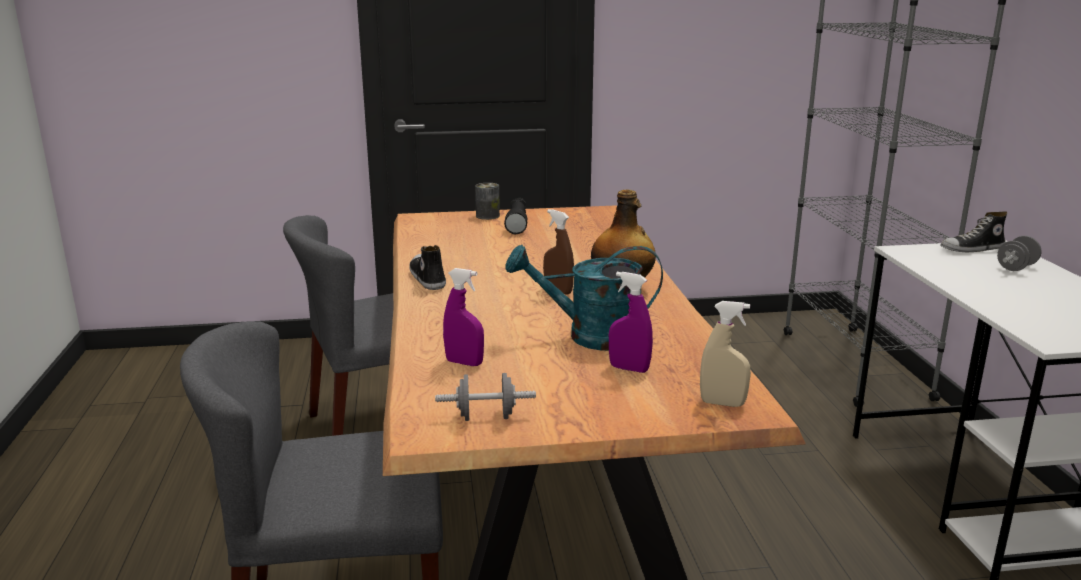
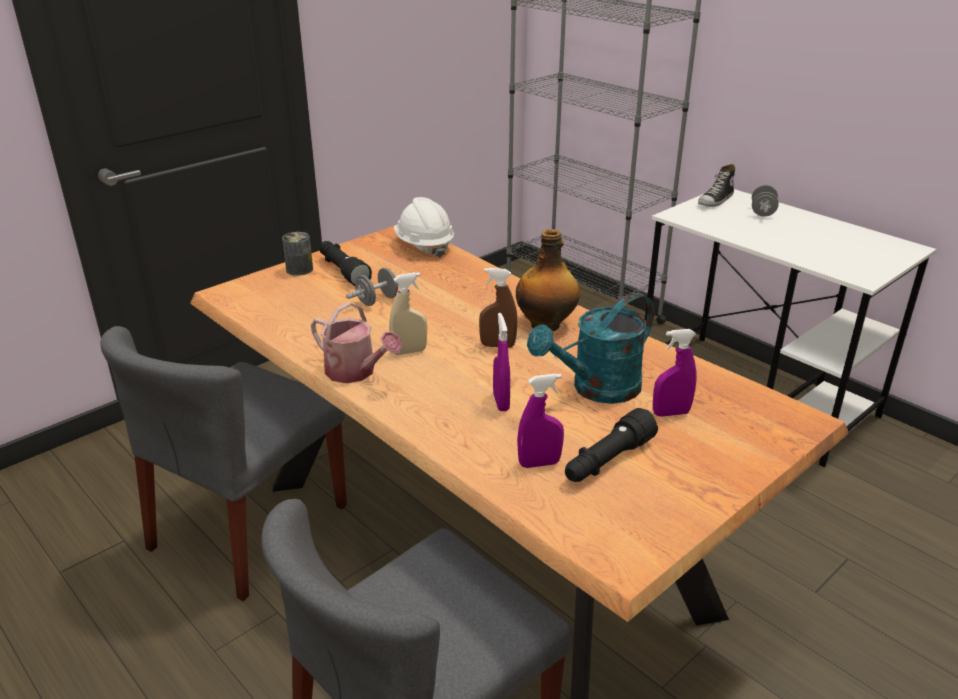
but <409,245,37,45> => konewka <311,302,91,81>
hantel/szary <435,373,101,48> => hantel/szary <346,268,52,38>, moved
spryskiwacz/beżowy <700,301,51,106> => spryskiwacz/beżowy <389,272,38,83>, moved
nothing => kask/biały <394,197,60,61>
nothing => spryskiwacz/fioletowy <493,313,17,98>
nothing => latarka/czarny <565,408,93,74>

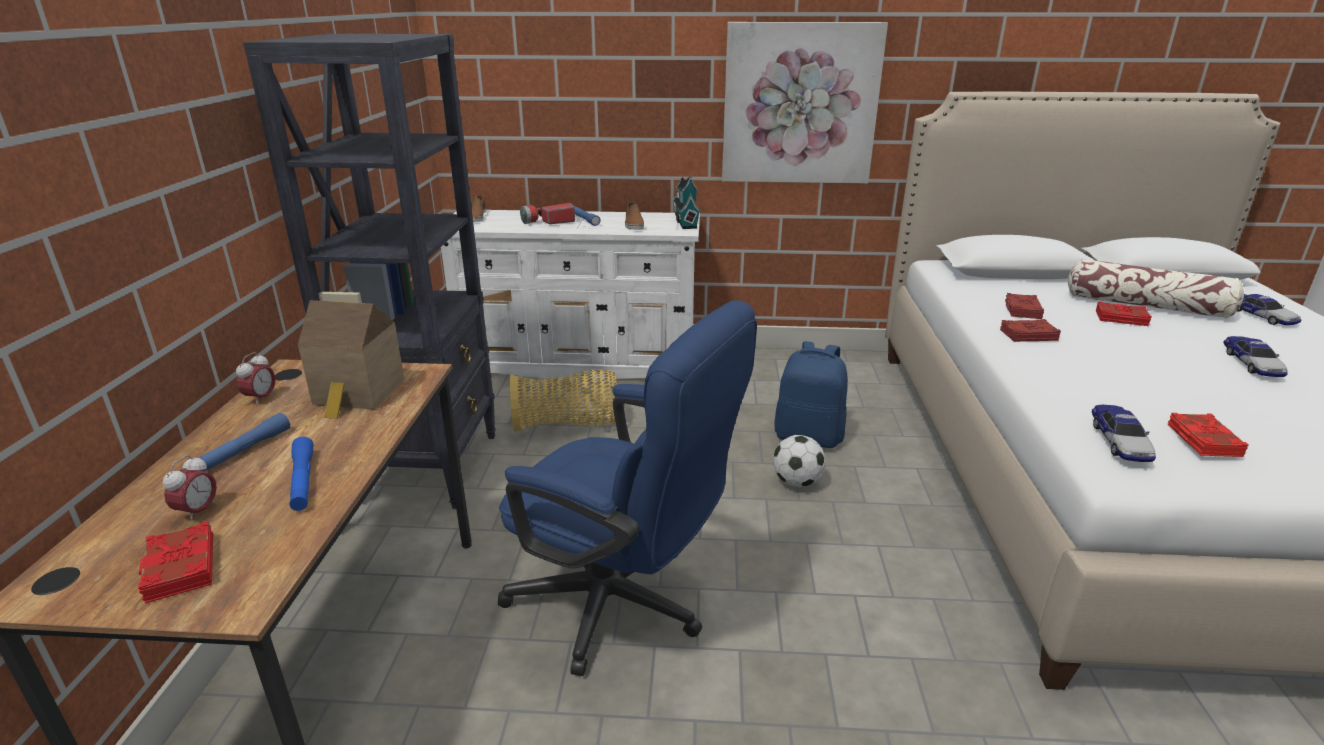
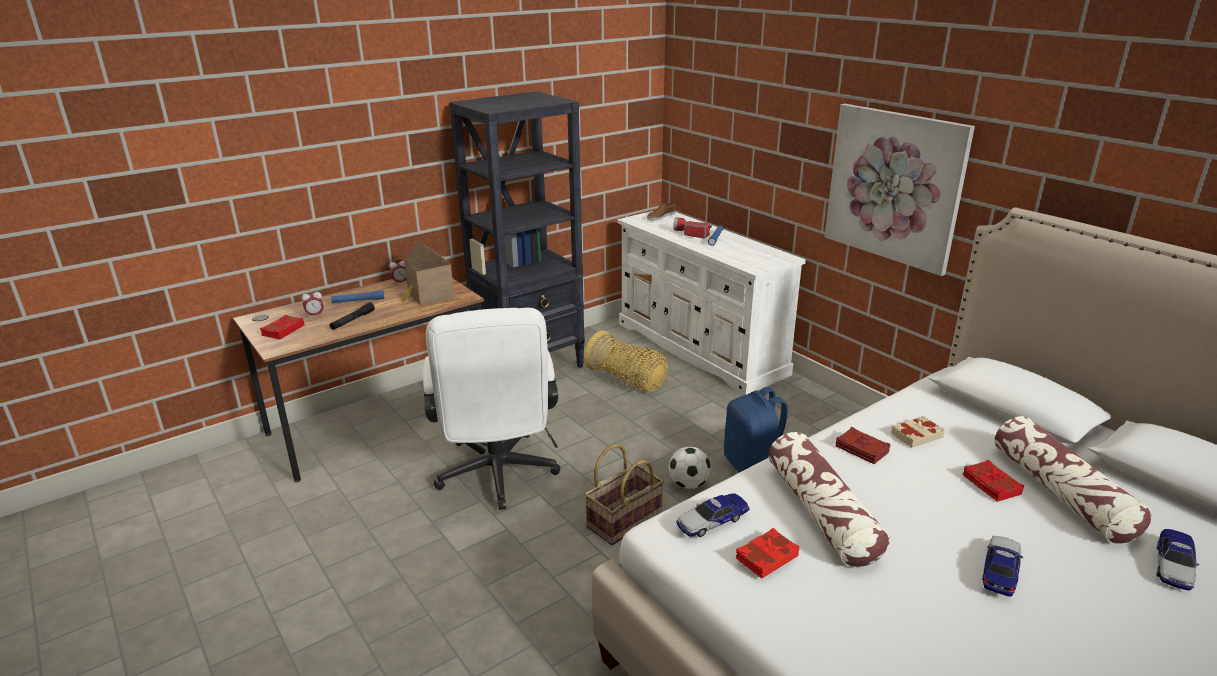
latarka/niebieski <289,437,24,74> => latarka/czarny <330,302,45,28>
krzesło biurowe/niebieski <498,300,259,376> => krzesło biurowe/biały <423,308,137,202>
but/brązowy <625,202,19,28> => nothing
domek <672,176,29,53> => nothing
książka/czerwony <1005,293,39,26> => książka/beżowy <891,415,54,33>
samochodzik <1224,336,64,41> => samochodzik <982,536,41,61>, 150 degrees clockwise
nothing => koszyk <585,444,79,101>
nothing => poduszka <768,432,122,135>

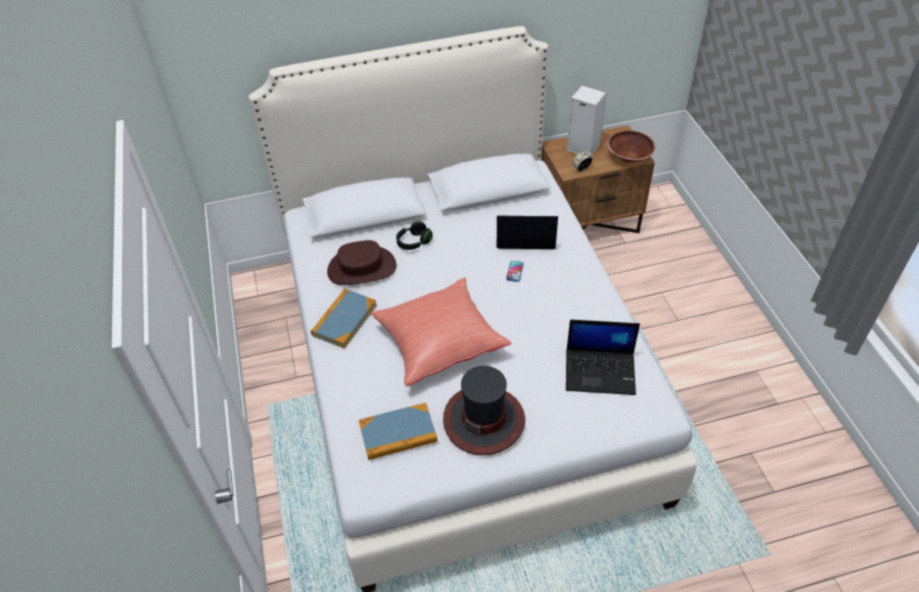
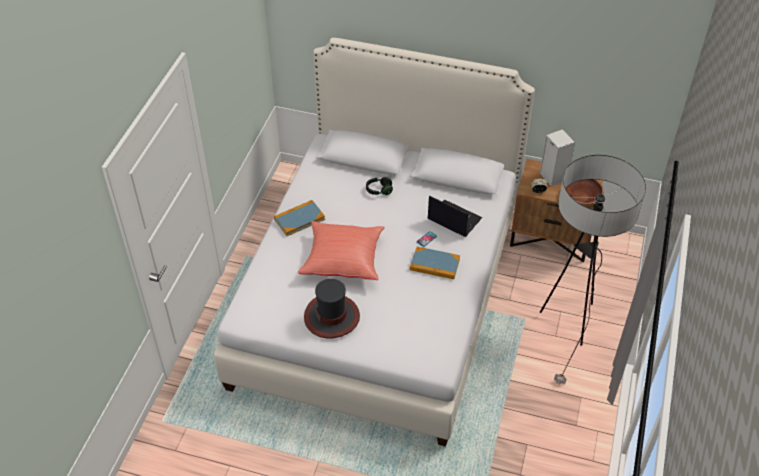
kapelusz/brązowy <327,240,69,45> => nothing
książka <359,403,79,57> => książka <410,247,50,32>, moved
laptop <566,319,74,76> => nothing
nothing => lampa stojąca <540,155,106,230>

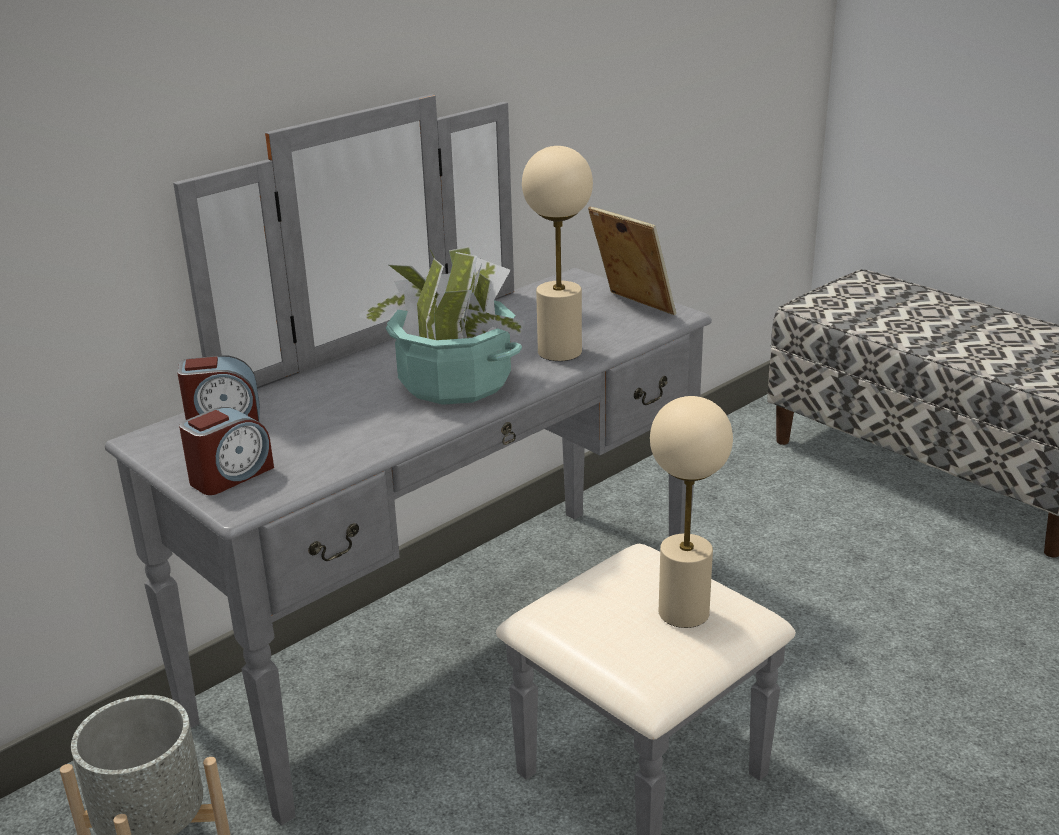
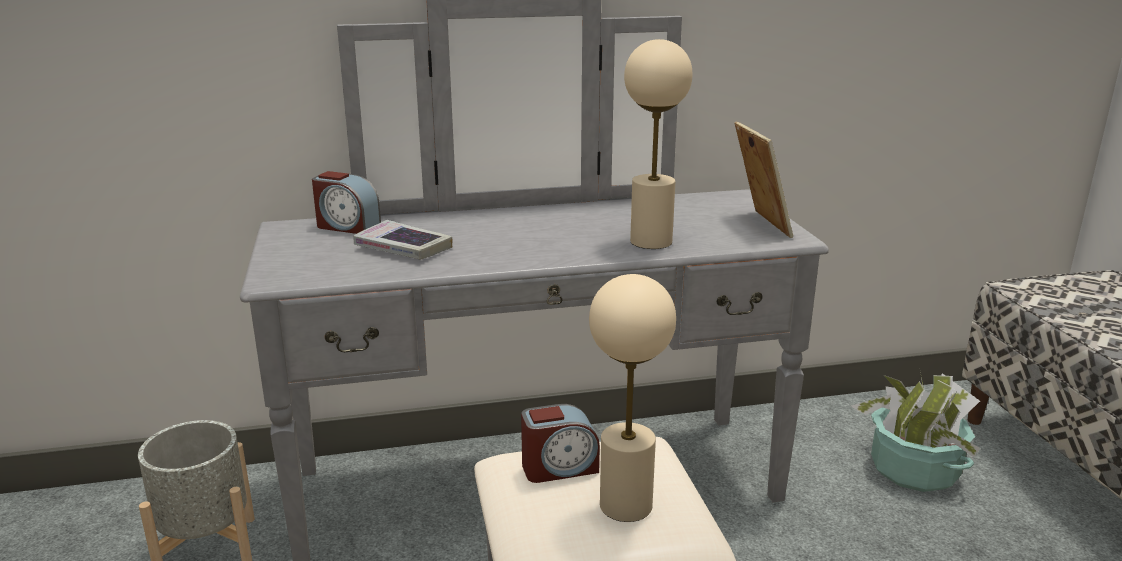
budzik <179,407,95,88> => budzik <521,404,79,79>, moved
roślina doniczkowa <356,246,169,159> => roślina doniczkowa <851,372,129,120>, moved
nothing => książka <353,220,99,40>

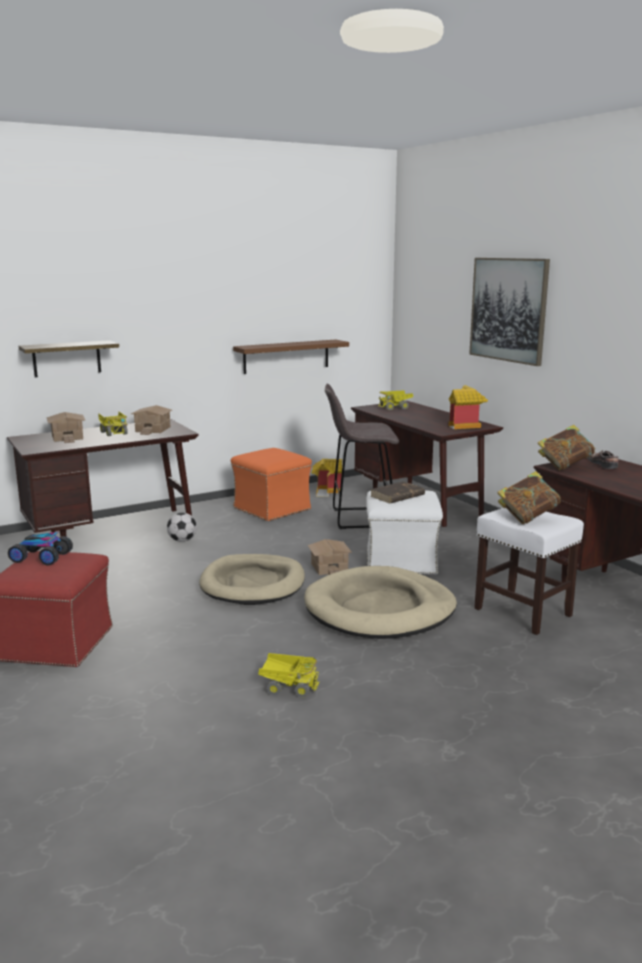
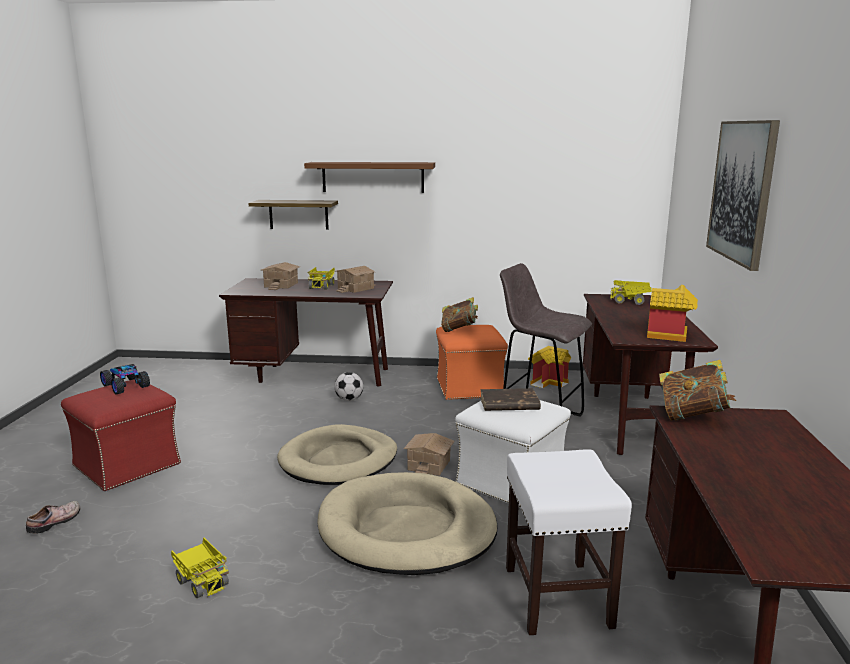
półka/brązowy <233,340,116,34> => półka/brązowy <304,162,131,31>, moved
książka <498,471,63,53> => książka <441,297,37,35>, moved
but <588,450,30,19> => but <26,501,54,33>, moved

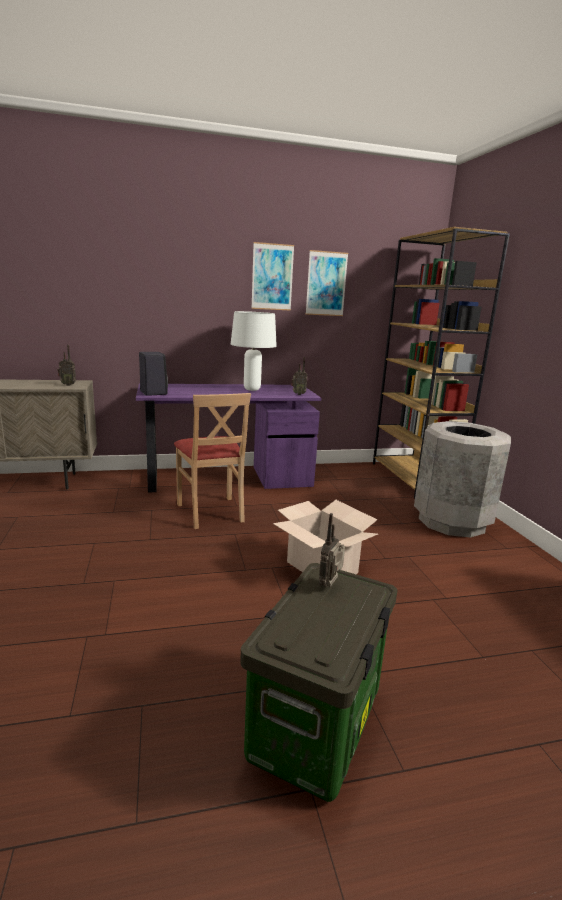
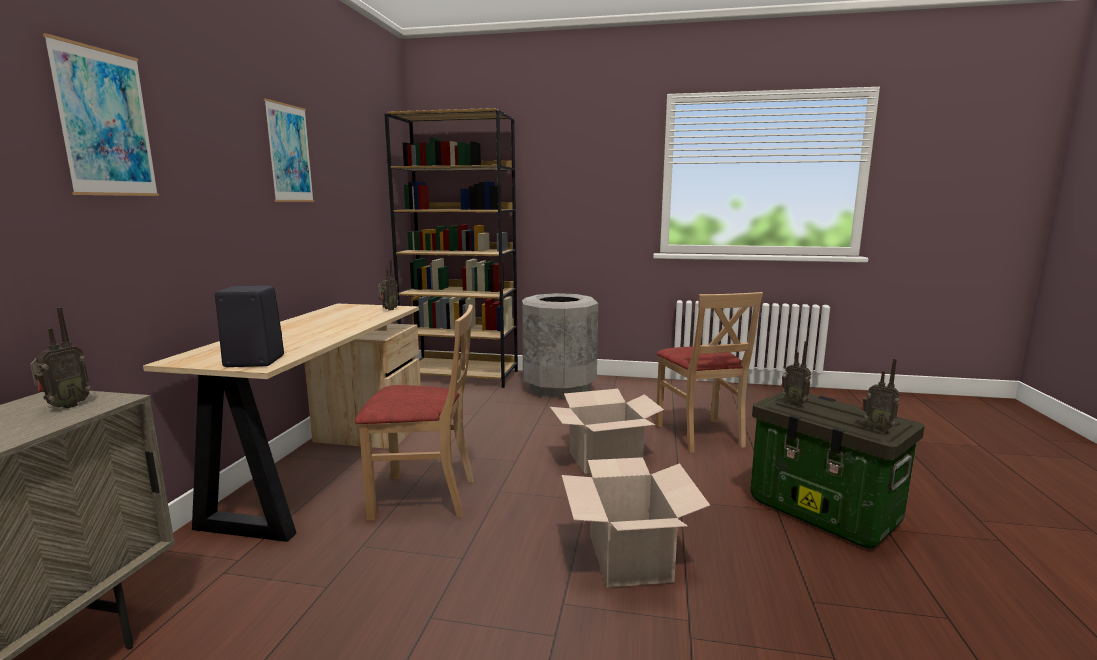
biurko/fioletowy <136,383,185,110> => biurko/beżowy <143,304,278,238>
lampa stołowa/biały <231,311,46,80> => nothing
obraz <306,250,42,66> => obraz <43,33,116,163>, moved
nothing => karton <562,457,148,130>
nothing => krzesło/beżowy <656,292,107,161>
nothing => radio <862,358,38,73>

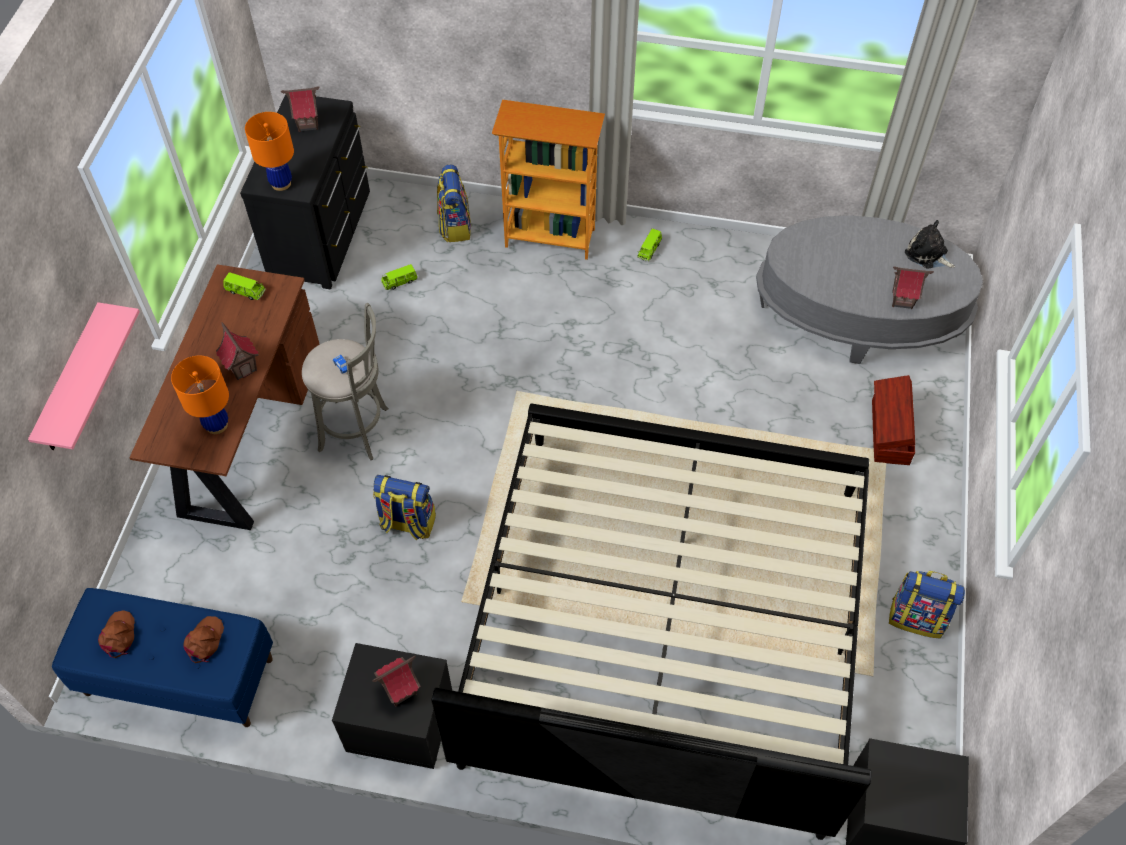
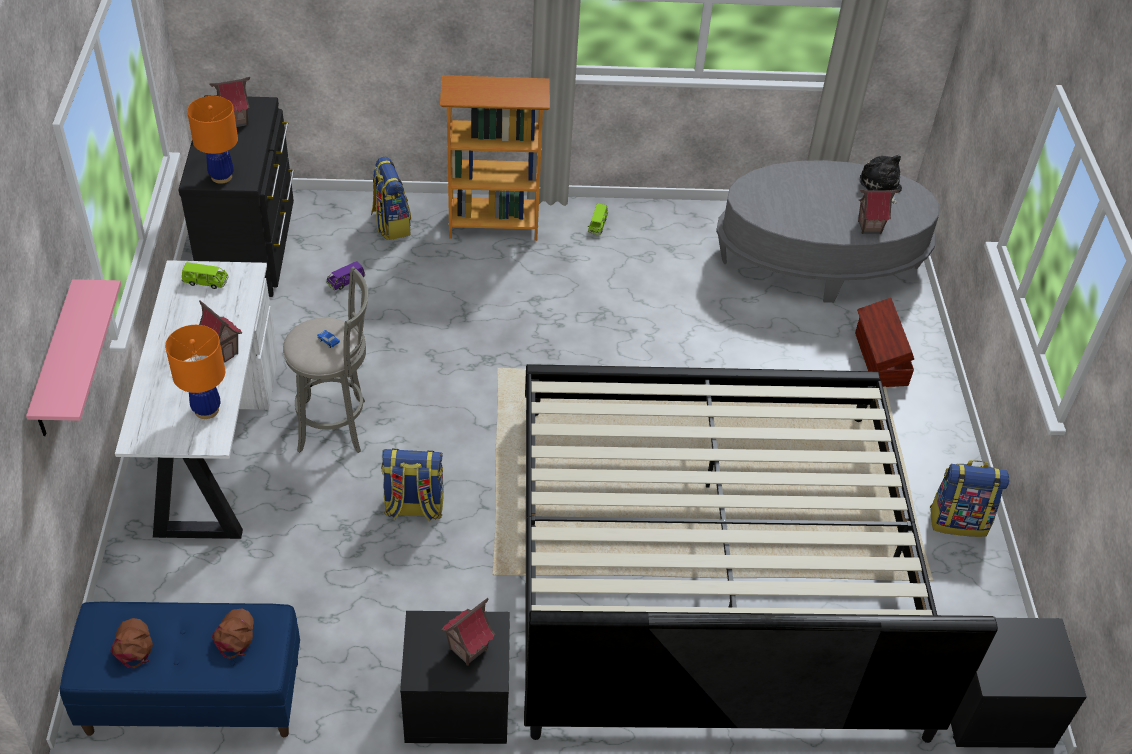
biurko/brązowy <129,264,191,266> => biurko/biały <115,260,163,279>
samochodzik/zielony <381,264,37,26> => samochodzik/fioletowy <326,261,39,29>
pluszak <905,220,50,48> => pluszak <859,155,43,49>, 45 degrees clockwise

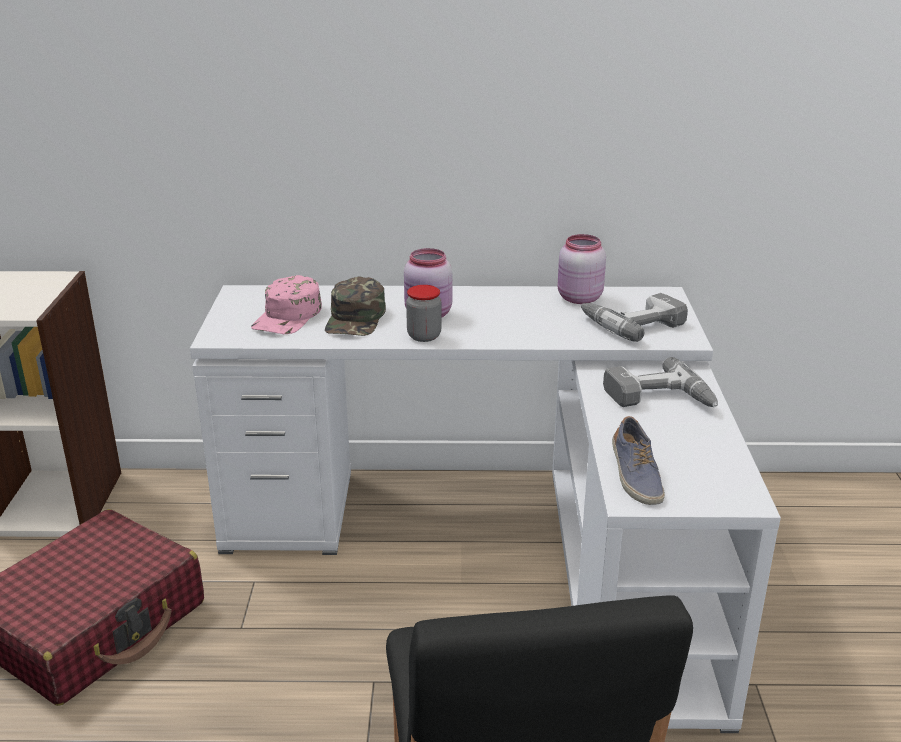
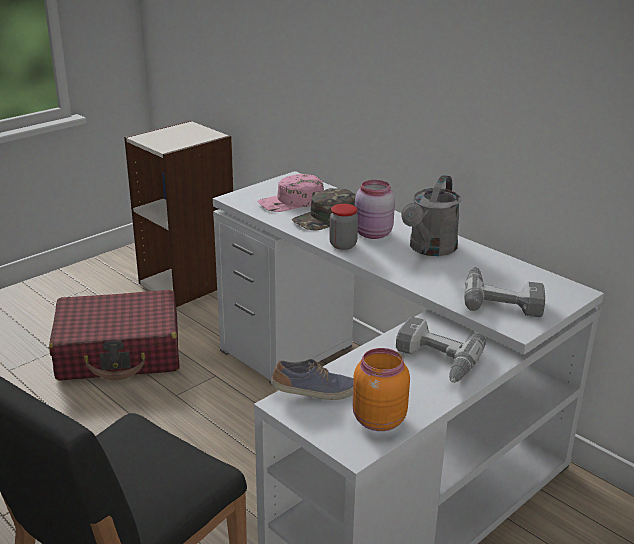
słoik/różowy <557,234,49,70> => nothing
but <612,416,53,89> => but <271,359,82,41>, 135 degrees counterclockwise
nothing => słoik/pomarańczowy <352,348,58,83>
nothing => konewka/szary <402,175,59,81>

